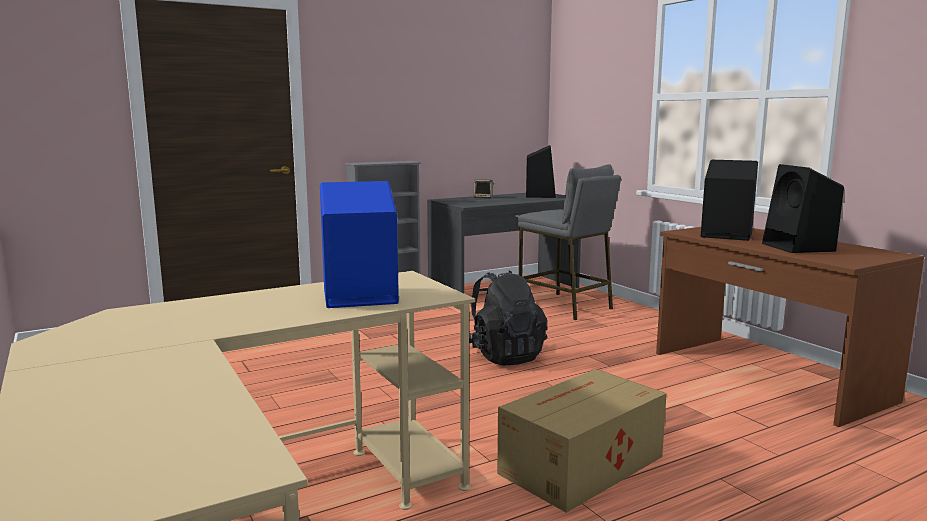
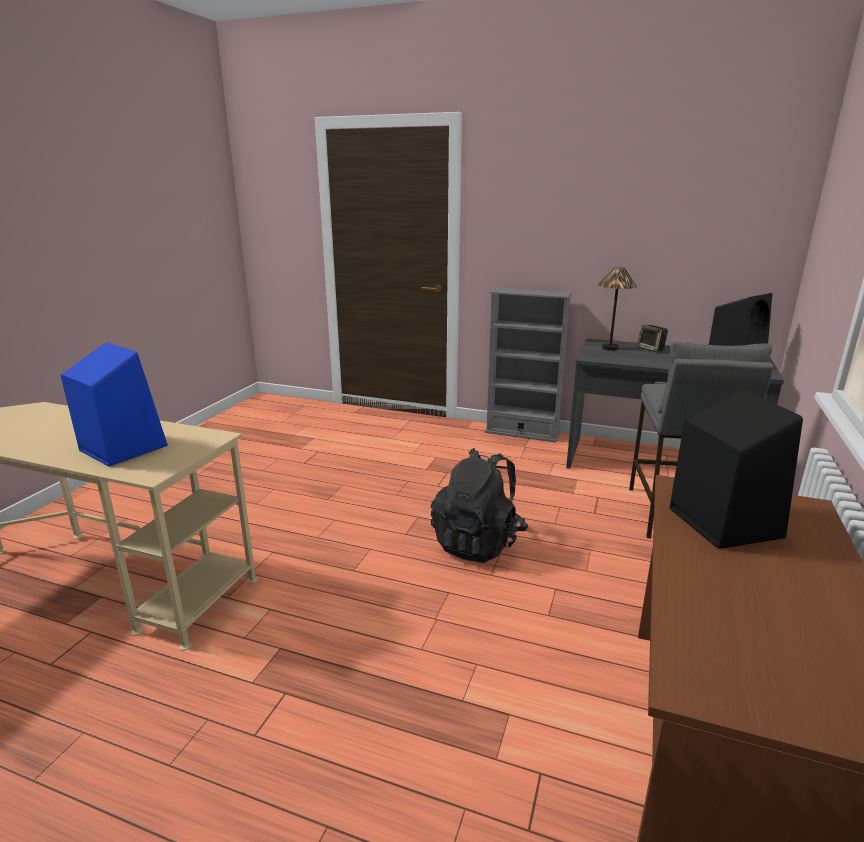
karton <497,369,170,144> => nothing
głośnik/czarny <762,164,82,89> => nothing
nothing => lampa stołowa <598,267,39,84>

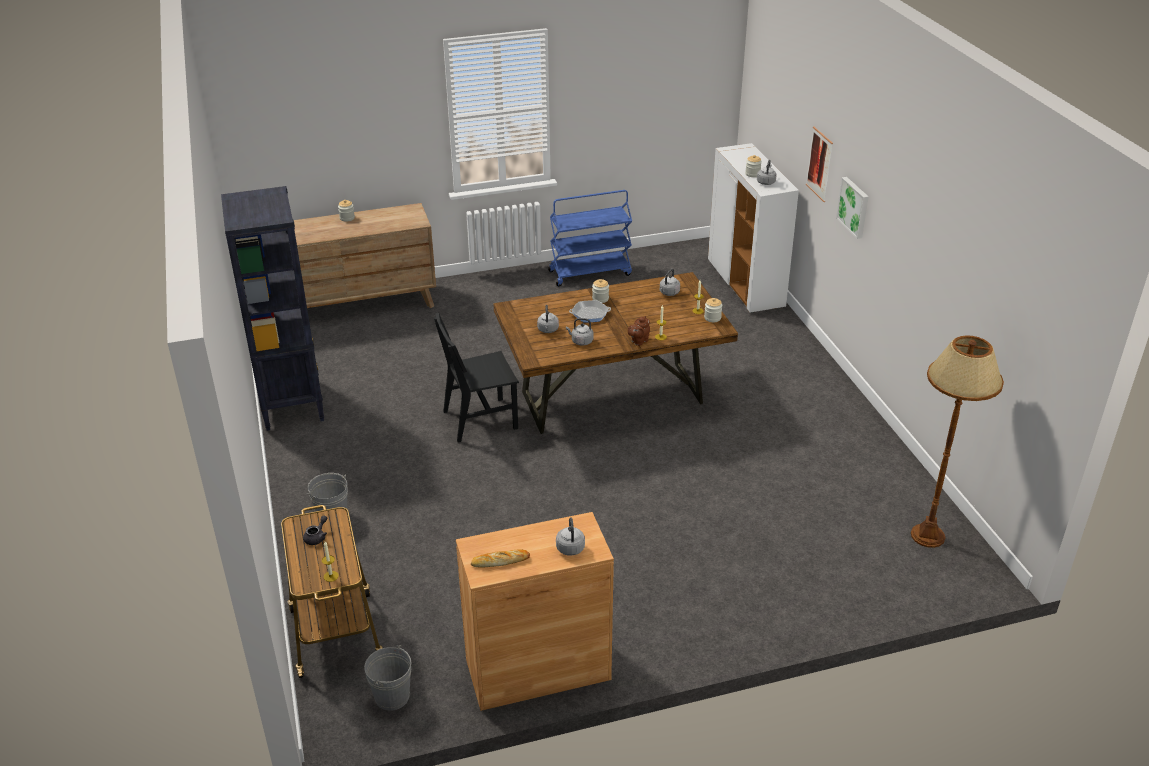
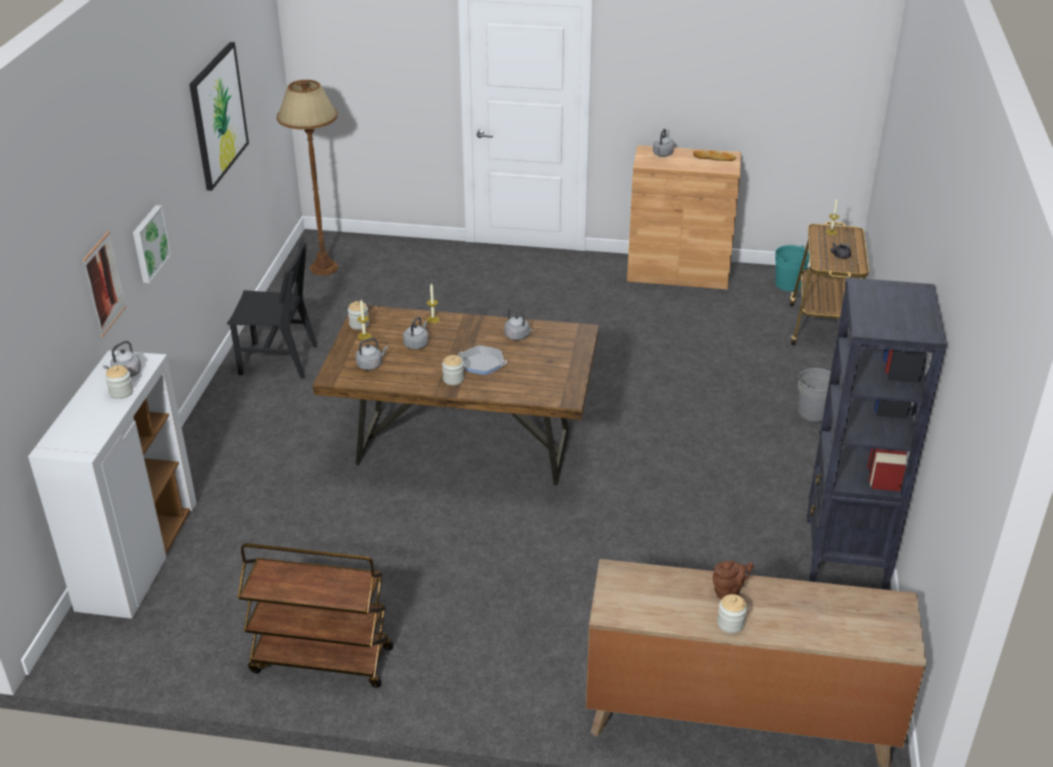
wiadro/szary <364,645,47,66> => wiadro/turkusowy <775,245,34,46>
krzesło/czarny <434,313,85,129> => krzesło/czarny <227,239,90,140>, moved
czajnik/szary <537,305,22,28> => czajnik/szary <403,317,26,33>, moved
wózek/niebieski <548,190,84,96> => wózek/brązowy <237,543,156,145>
imbryk/brązowy <628,316,22,30> => imbryk/brązowy <713,561,40,38>, moved
nothing => obraz <189,42,60,149>

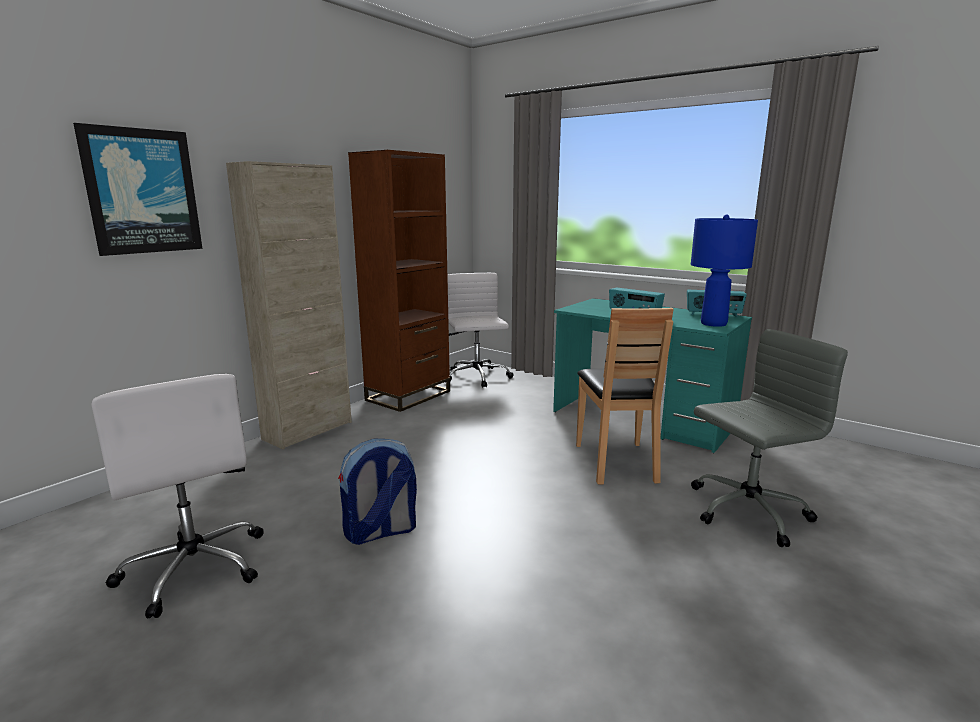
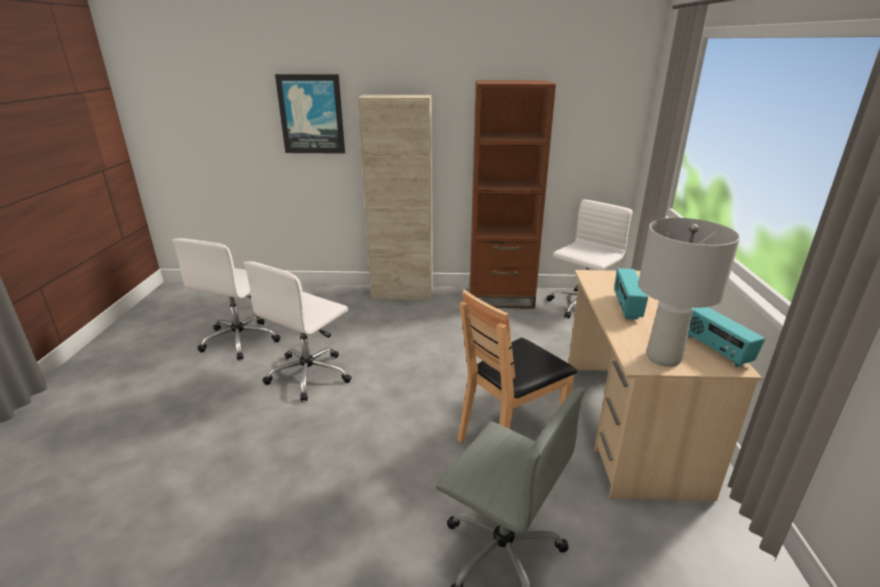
plecak <338,439,79,106> => krzesło biurowe/biały <244,262,108,139>
biurko/turkusowy <553,298,199,155> => biurko/beżowy <568,270,194,232>
lampa stołowa/niebieski <691,214,67,113> => lampa stołowa/szary <638,218,102,149>

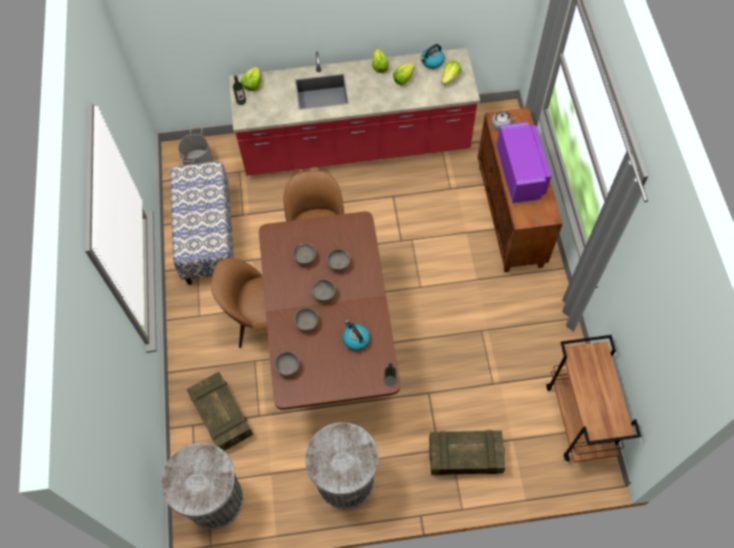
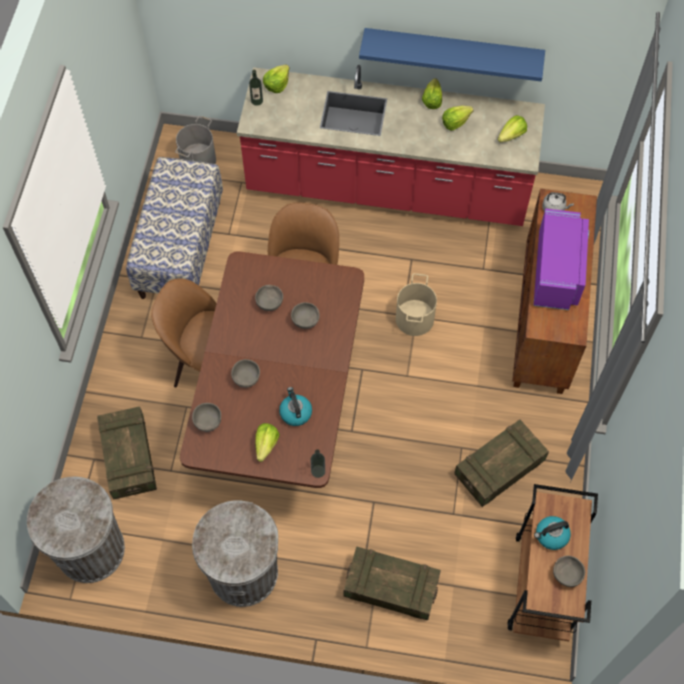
miska/szary <312,279,24,23> => miska/szary <553,556,32,31>, moved
czajnik <421,44,23,25> => czajnik <534,516,37,34>, moved
nothing => sałata <255,423,25,39>
nothing => półka/niebieski <359,28,186,53>
nothing => wiadro/beżowy <396,273,41,63>
nothing => skrzynka <454,420,95,87>

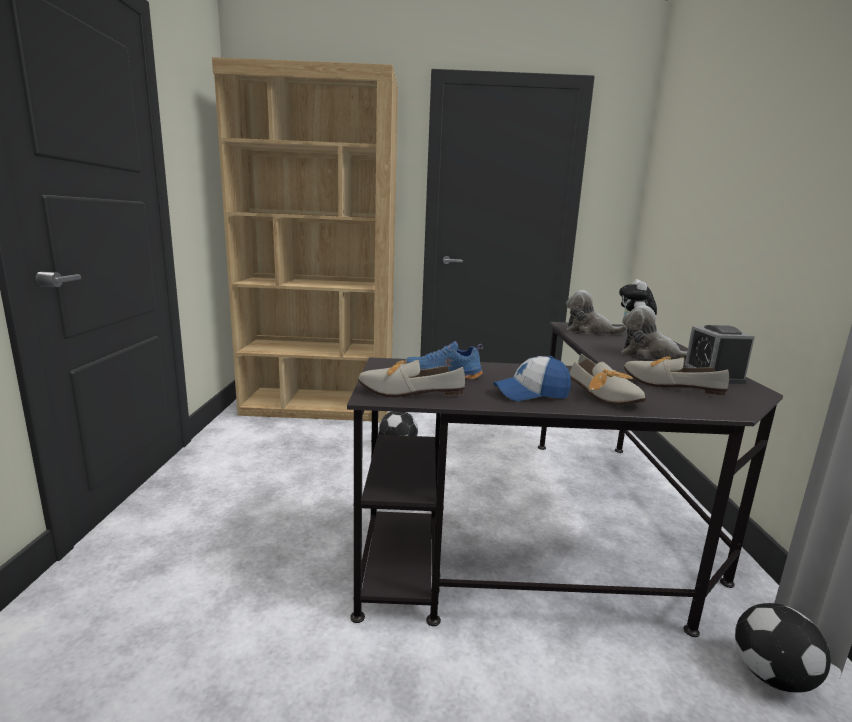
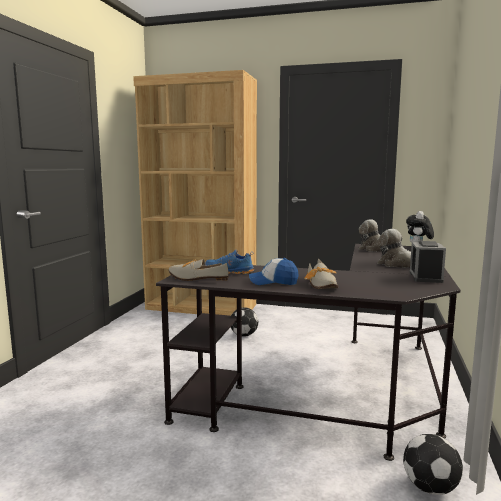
but <624,356,105,40> => nothing

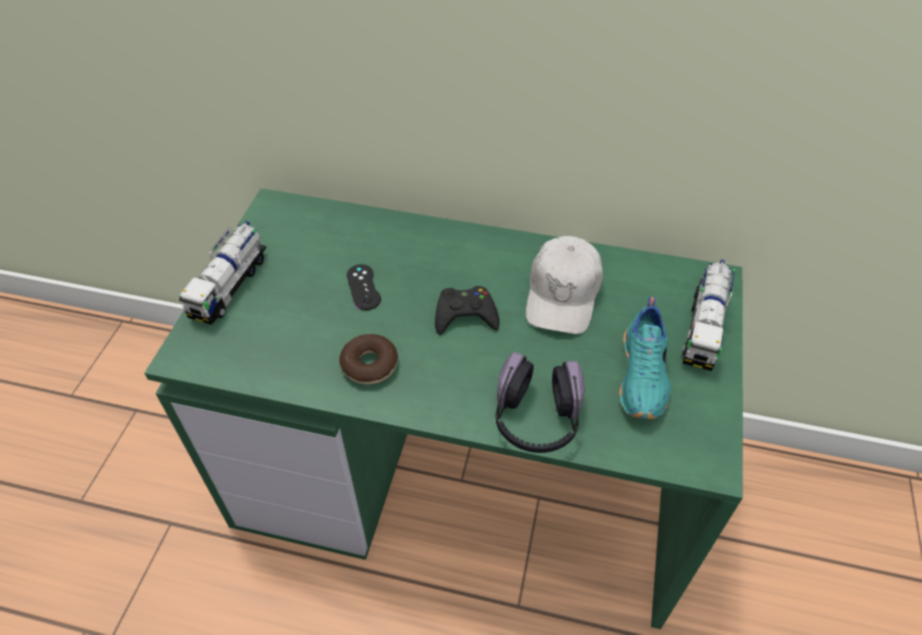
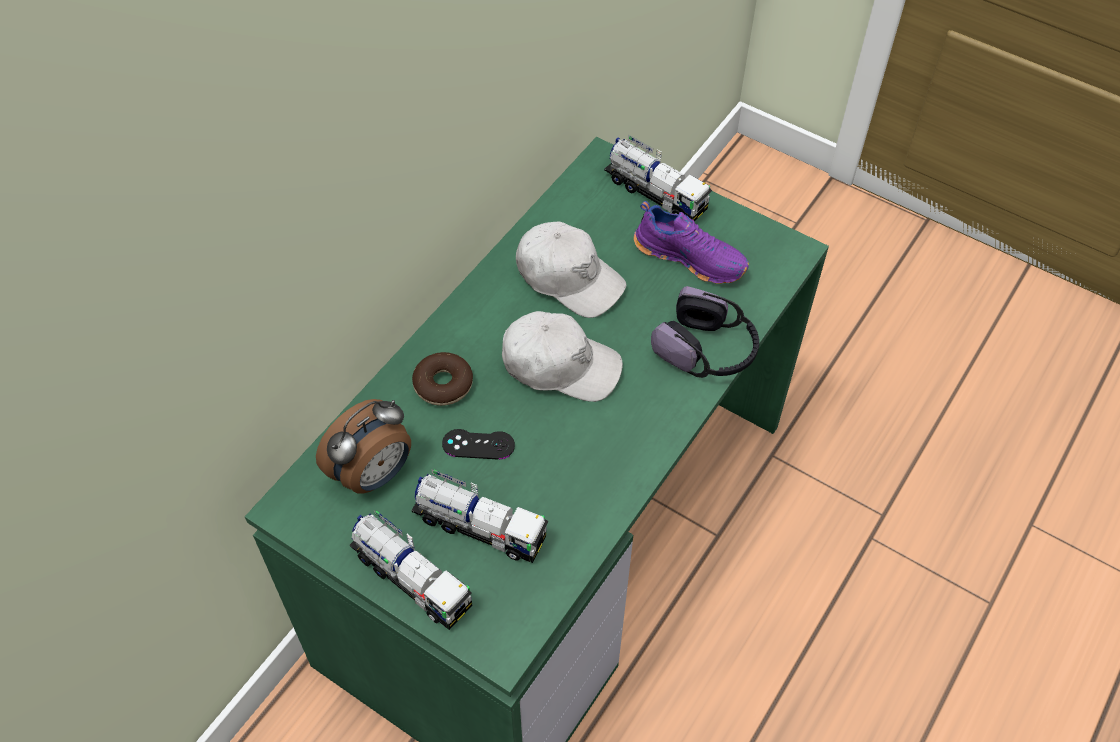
donut <340,334,58,51> => donut <412,352,61,54>, moved
pad do gier/czarny <435,286,65,49> => czapka z daszkiem/biały <502,311,121,91>
but/turkusowy <619,297,52,122> => but/fioletowy <634,201,115,83>
nothing => budzik <316,399,95,95>
nothing => ciężarówka zabawkowa <411,469,137,94>

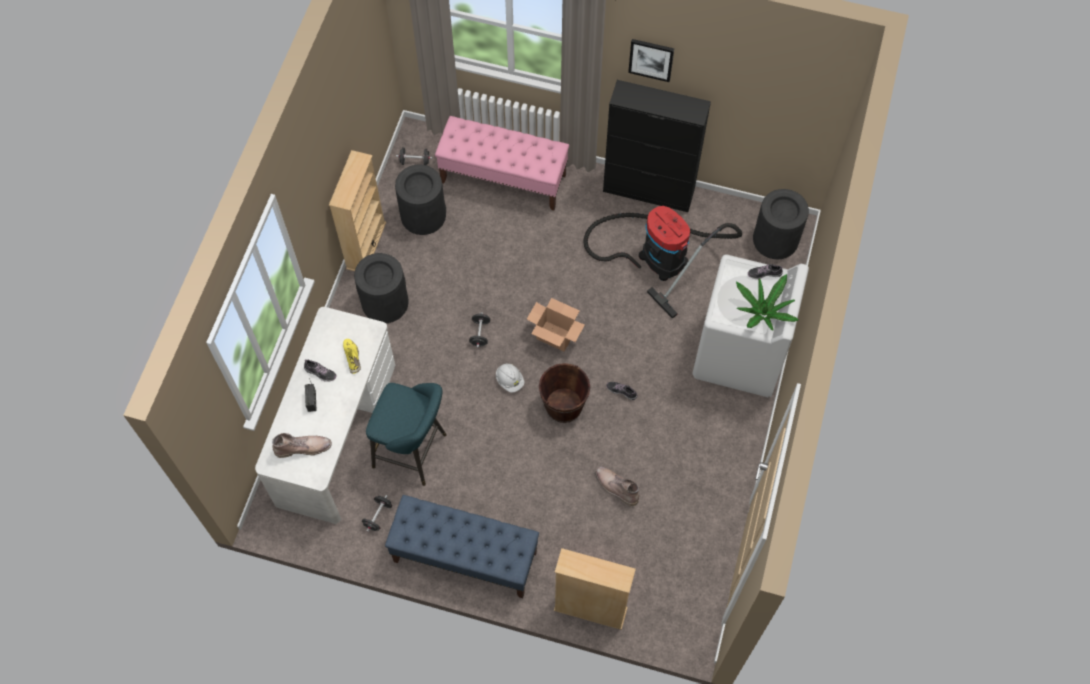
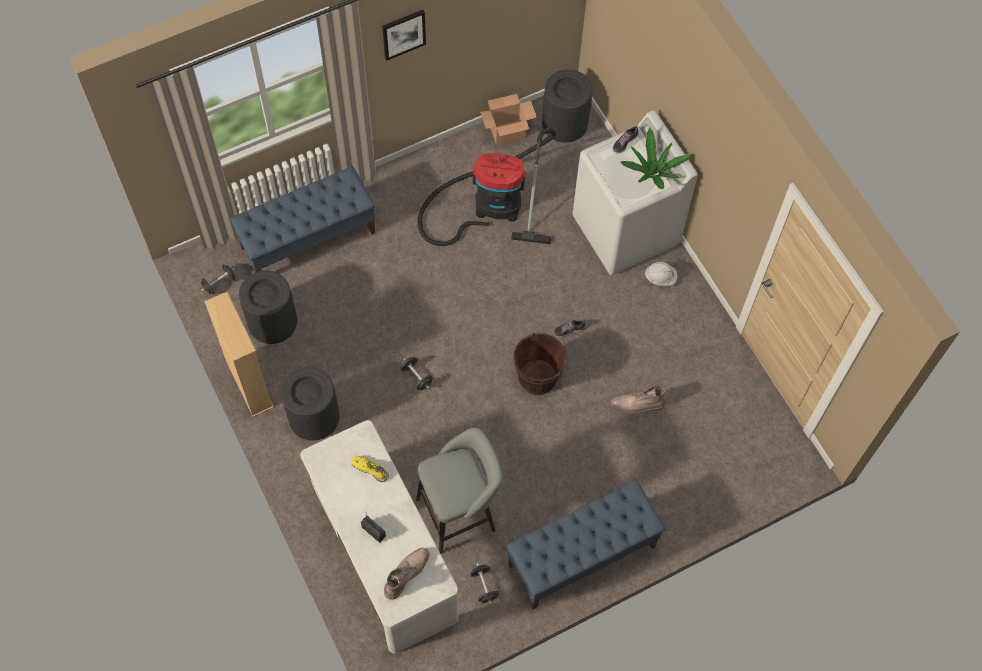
but <304,359,33,23> => nothing
stołek/turkusowy <366,383,81,103> => stołek/szary <416,427,87,127>
ławka/różowy <435,116,134,94> => ławka/niebieski <230,166,145,106>
kask/biały <496,363,29,29> => kask/biały <645,262,32,24>, moved
karton <527,298,58,53> => karton <480,94,57,51>, moved
regał/beżowy <554,548,82,82> => nothing
szafka/czarny <603,80,108,132> => nothing

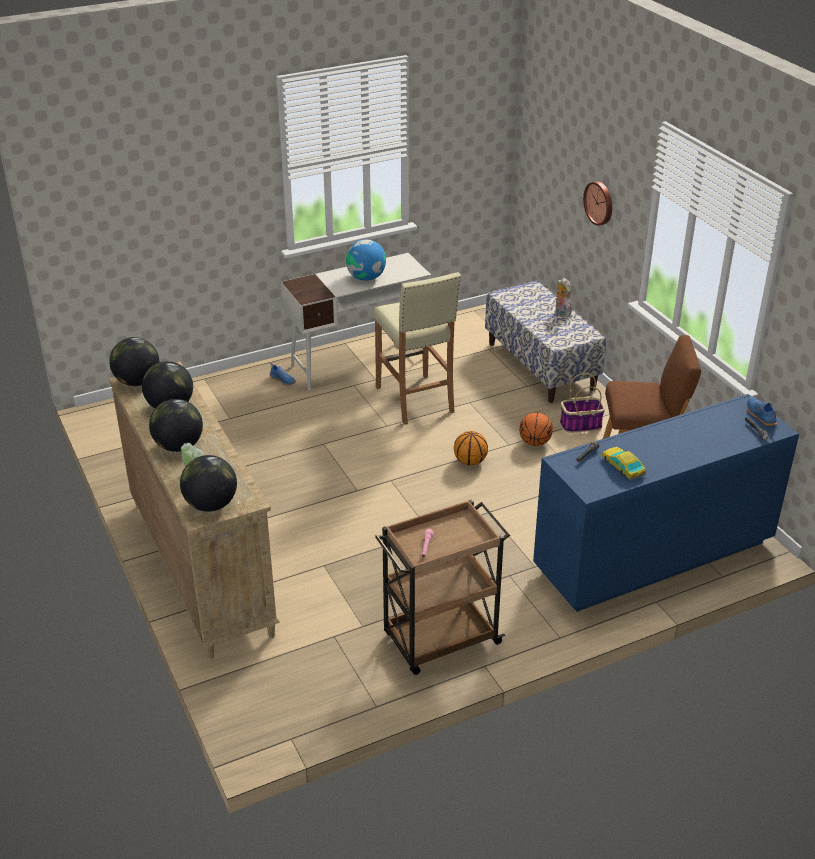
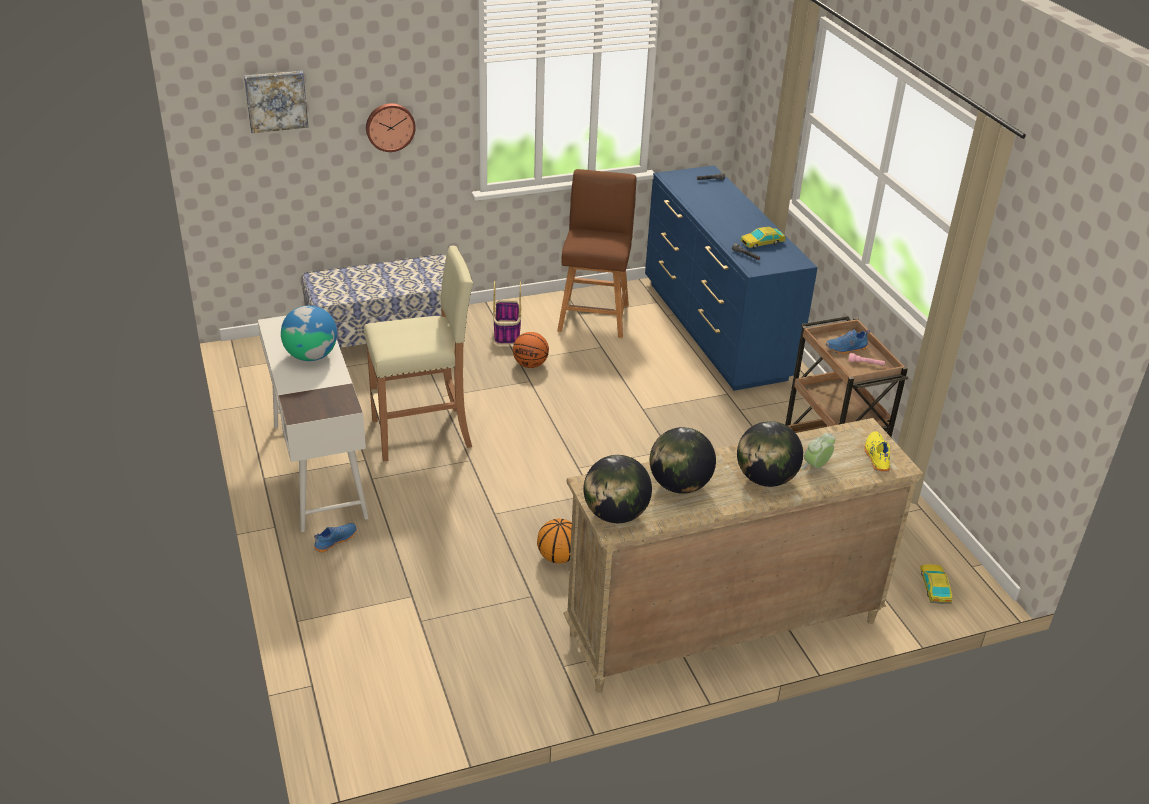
globus <180,455,57,57> => but/żółty <864,431,26,41>
piłka do koszykówki <454,431,34,35> => piłka do koszykówki <537,519,35,45>, moved
pluszak <555,278,17,40> => nothing
but/niebieski <747,397,30,29> => but/niebieski <826,330,44,24>, moved
nothing => obraz <244,71,64,62>
nothing => samochodzik <920,564,32,40>

